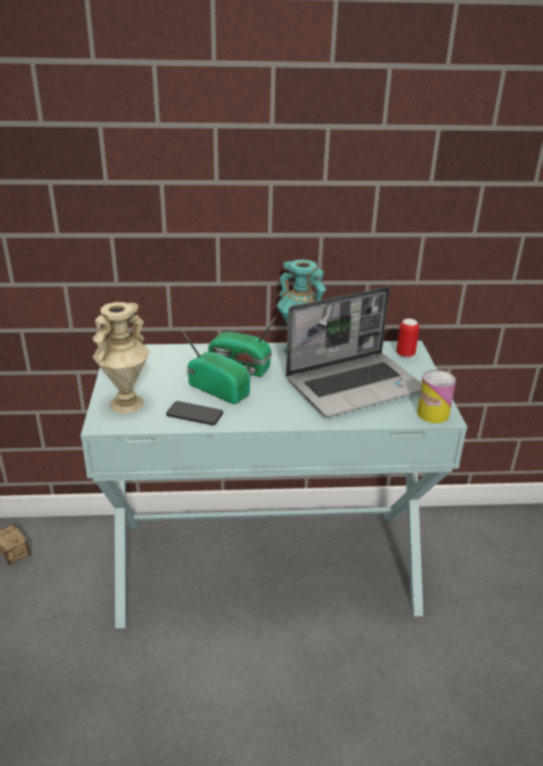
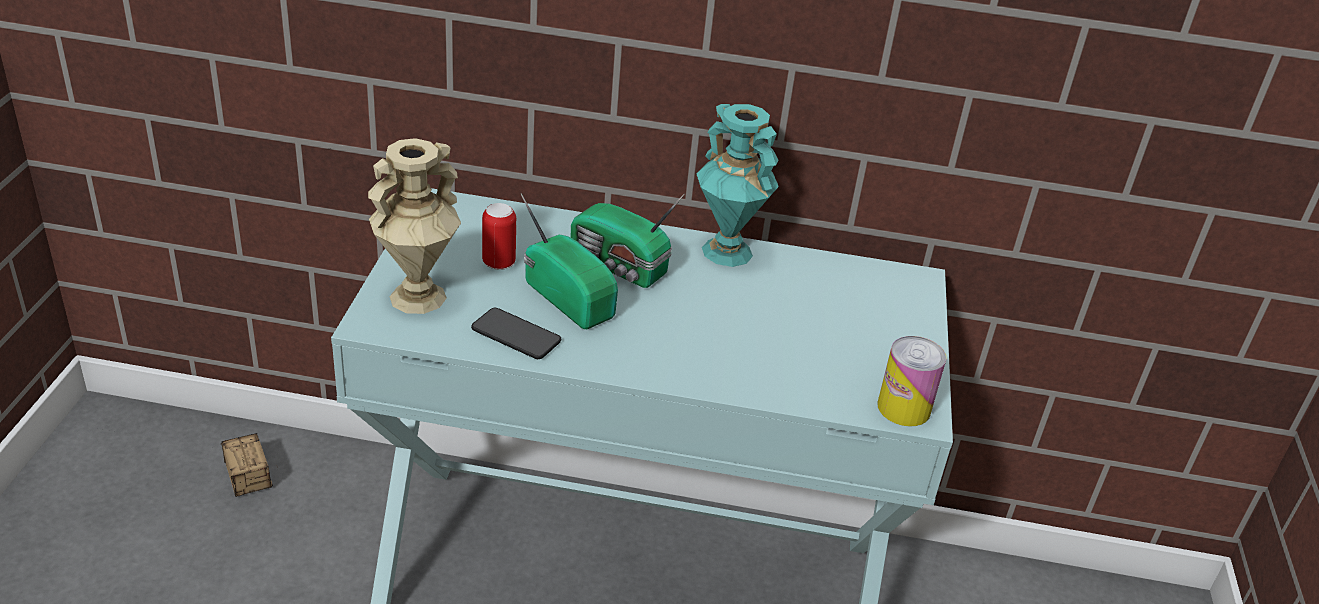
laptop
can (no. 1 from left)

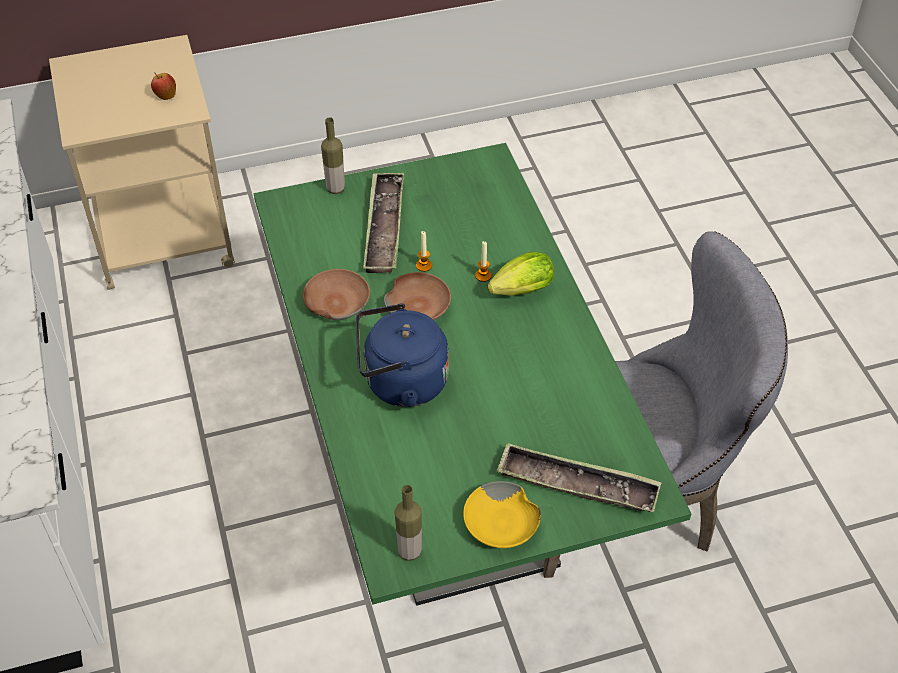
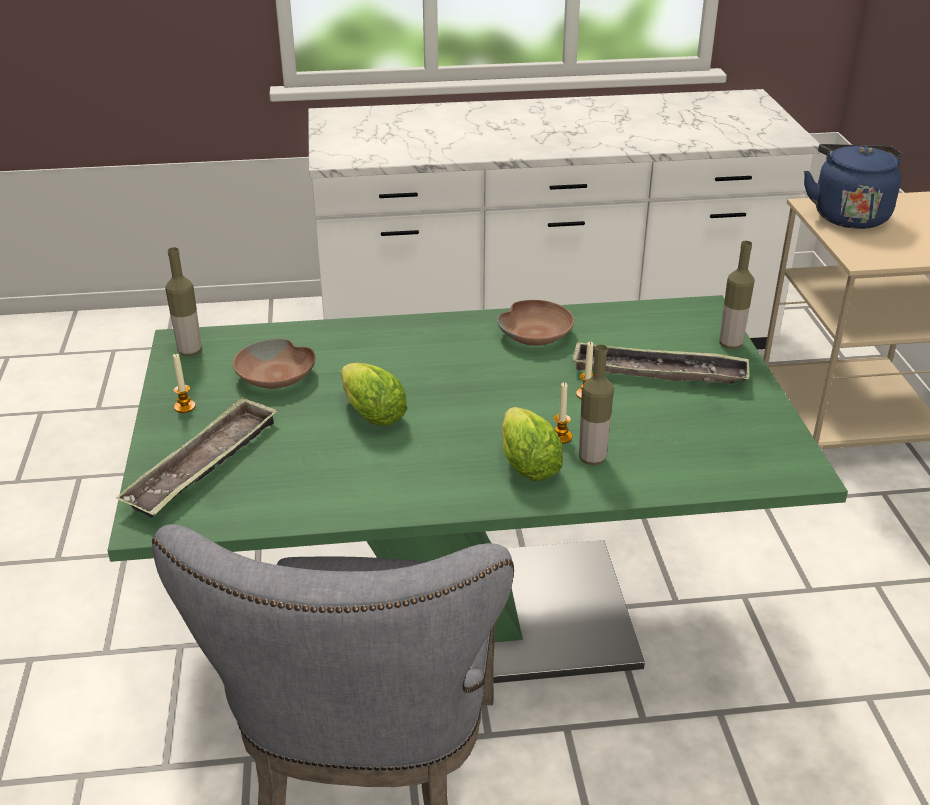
apple
lettuce (no. 1 from left)
bottle (no. 2 from left)
blue kettle
brown bowl (no. 1 from left)
candle (no. 1 from left)

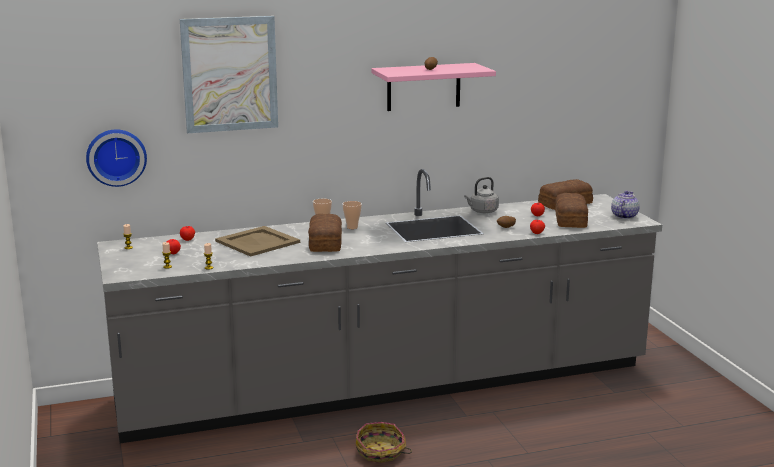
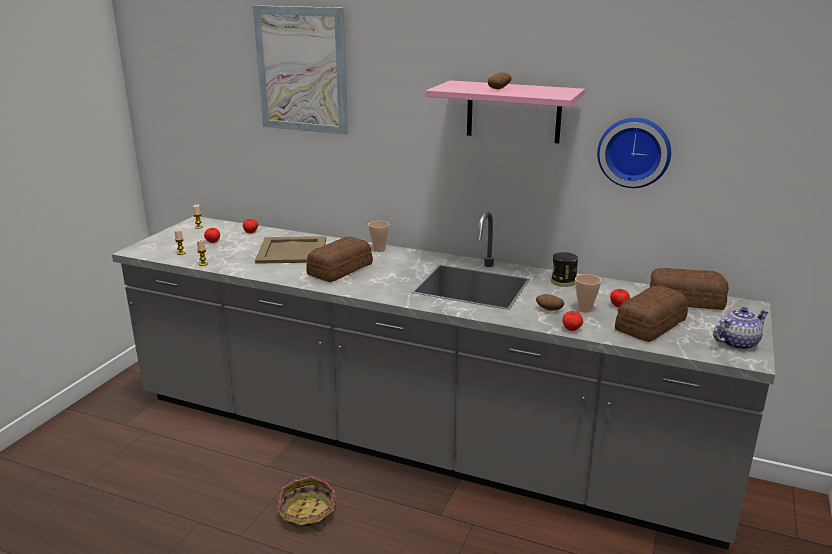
wall clock
cup (no. 2 from left)
can

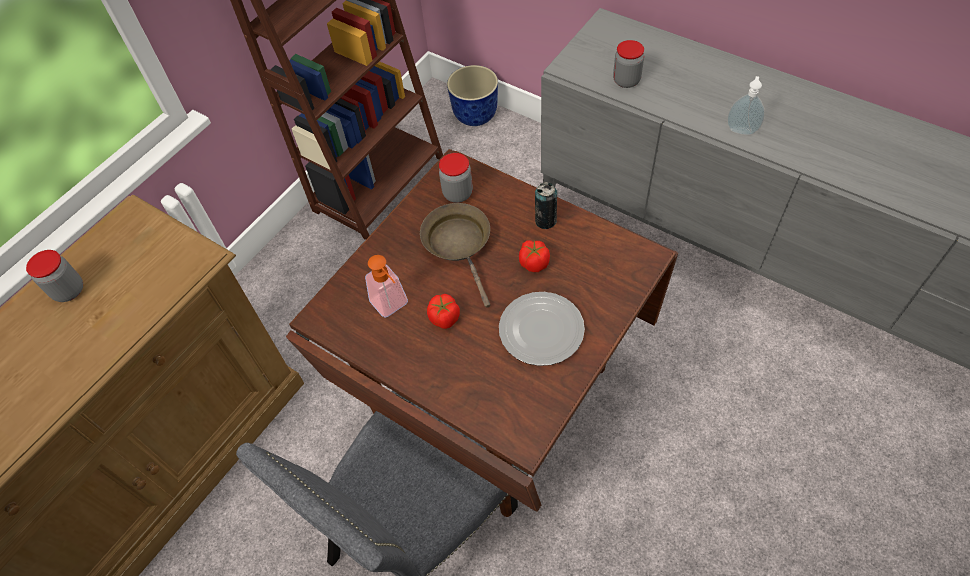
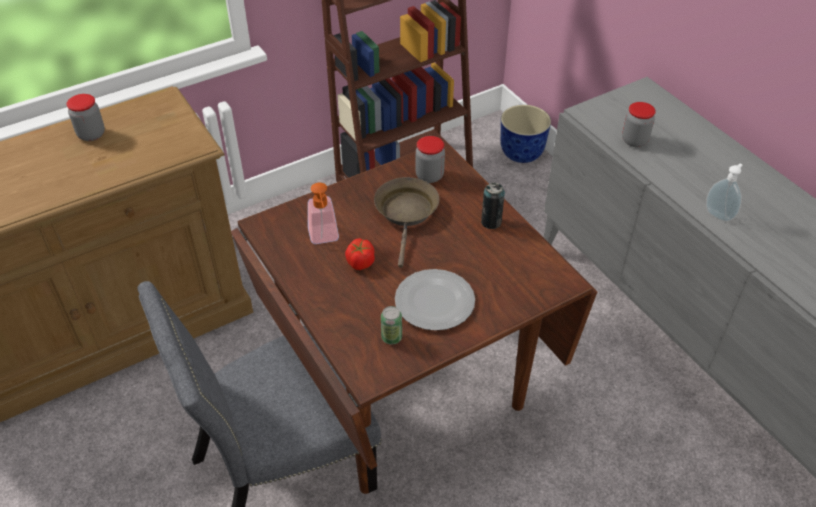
tomato (no. 2 from left in the first image)
can (no. 1 from left)

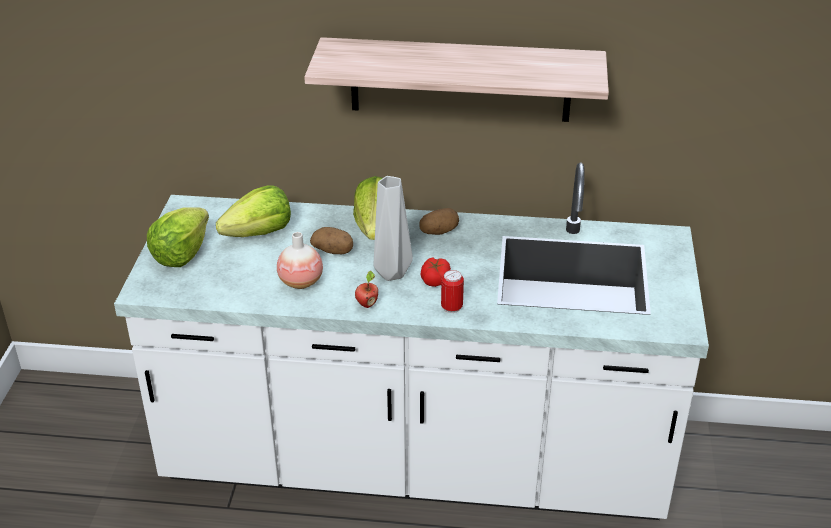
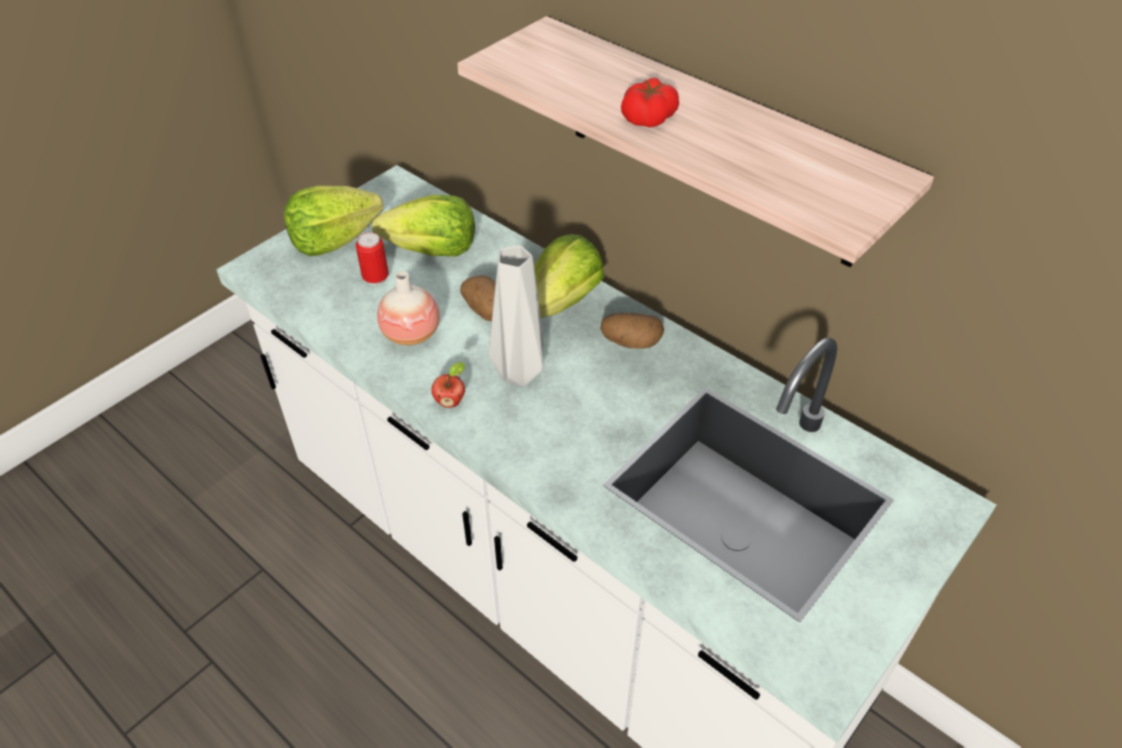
tomato
can

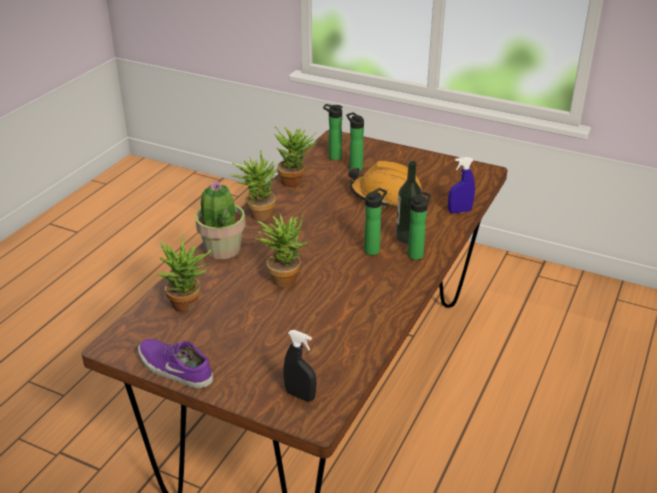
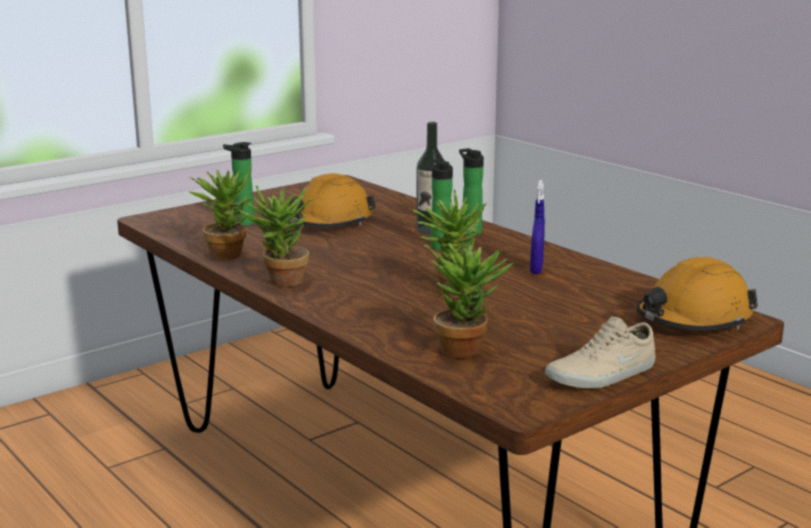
potted plant (no. 2 from left in the first image)
bottle (no. 1 from left in the first image)
blue spray bottle
orange hard hat (no. 2 from left)
beige shoe

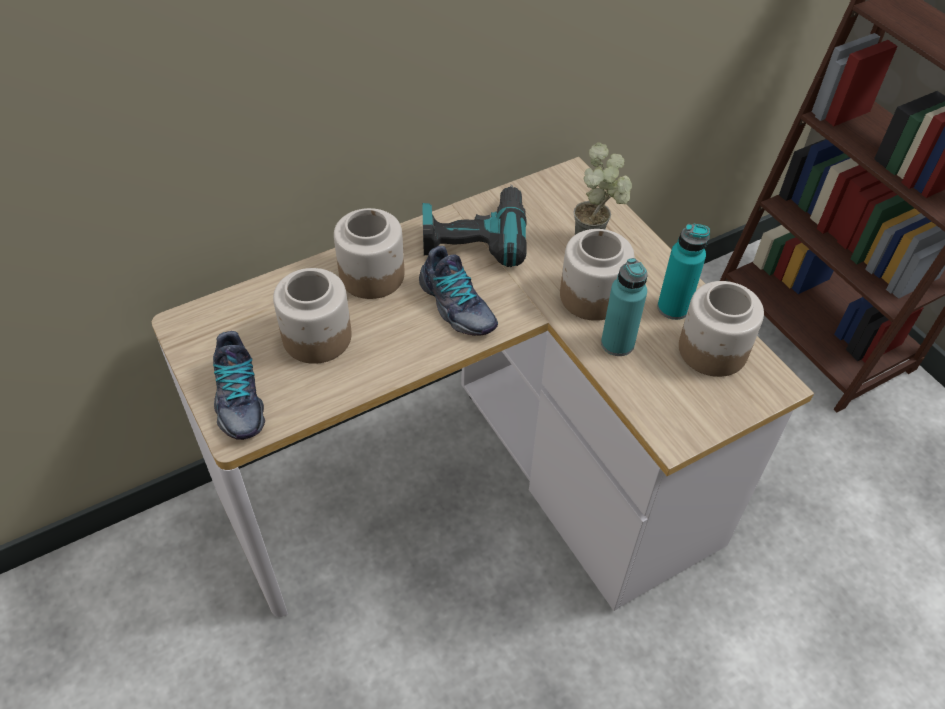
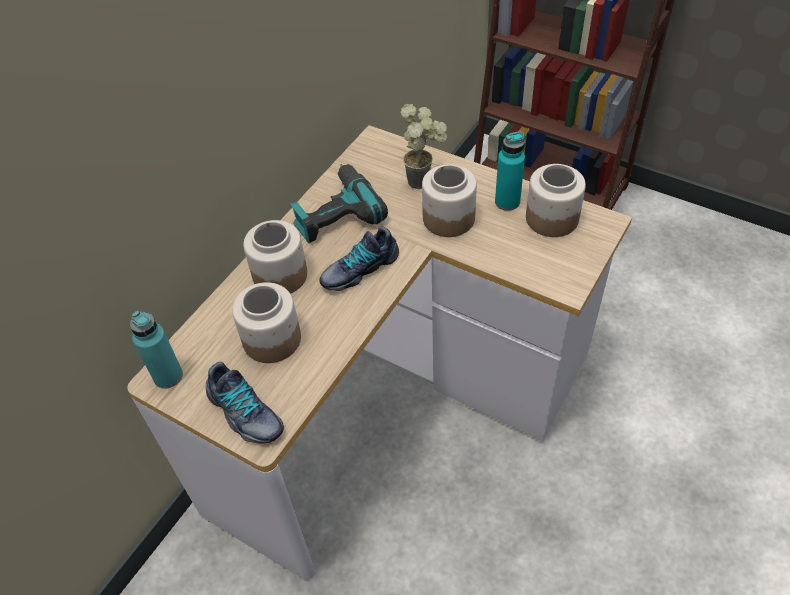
turquoise bottle (no. 1 from left)
shoe (no. 2 from left)

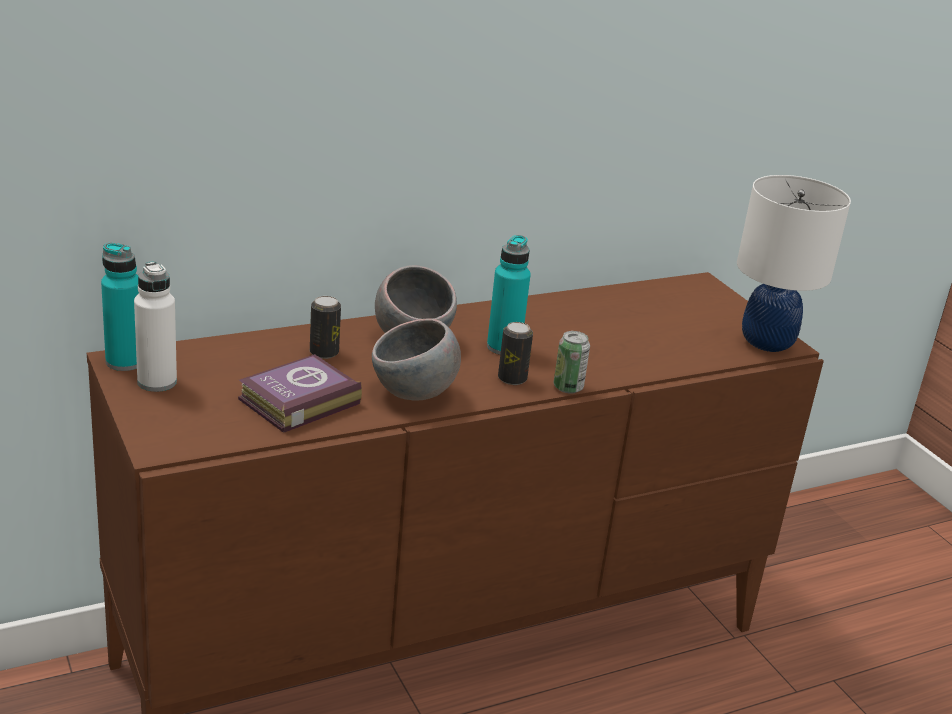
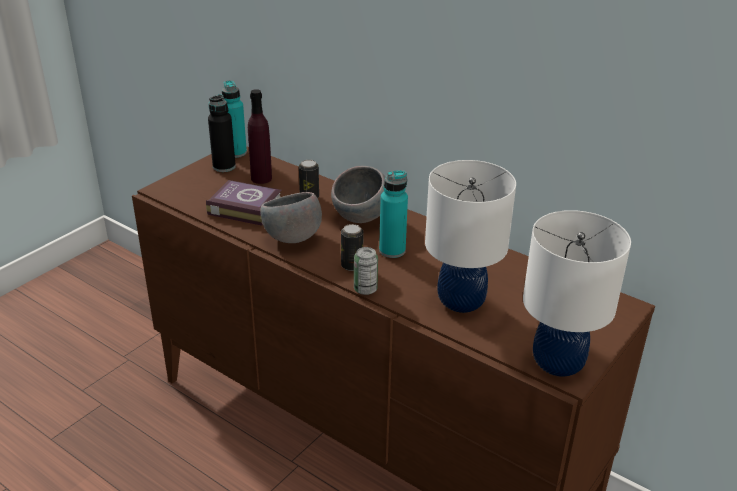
purple bottle
white table lamp (no. 1 from left)
black bottle

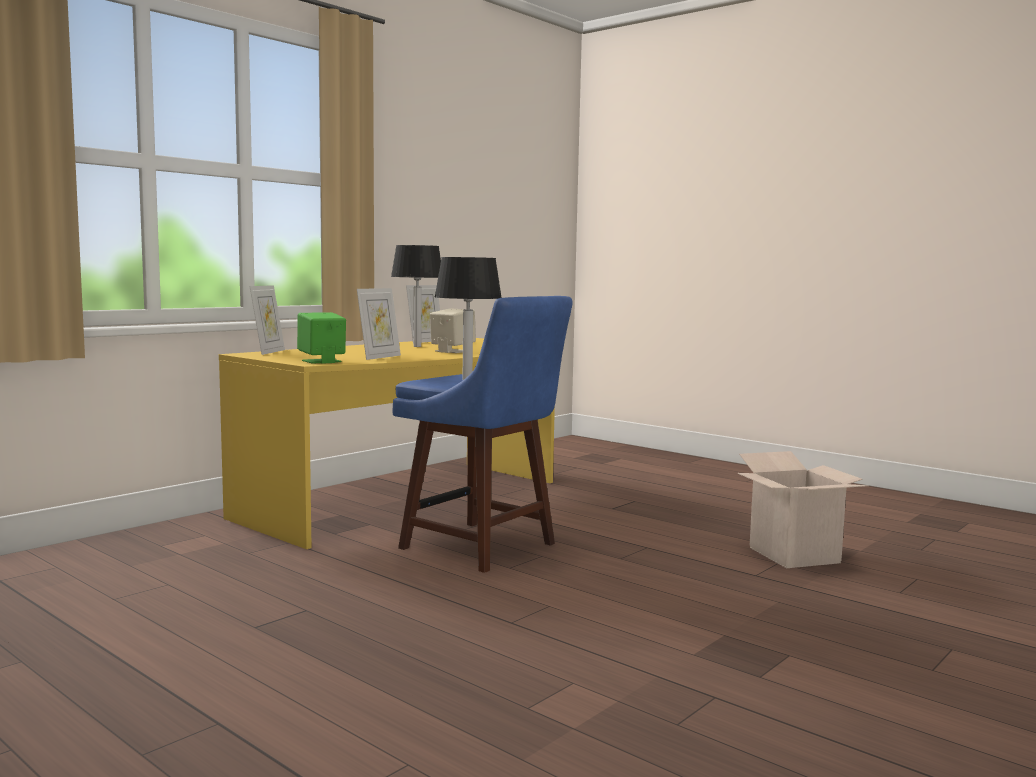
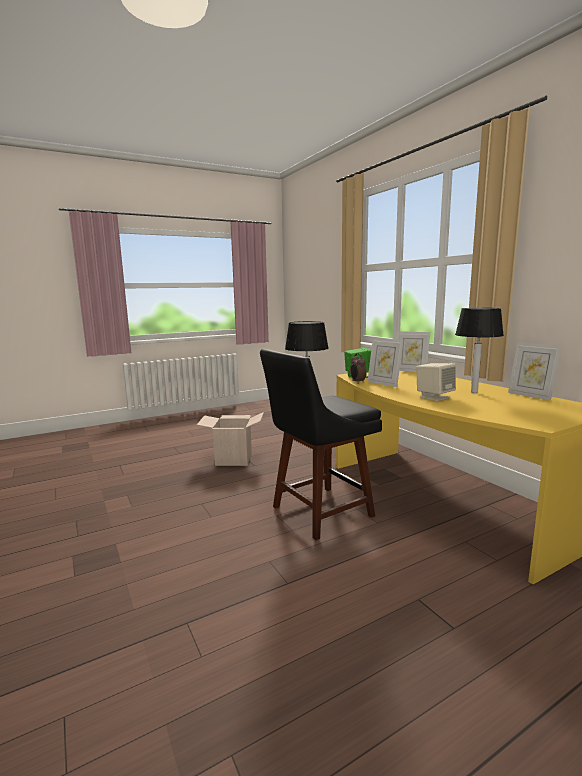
alarm clock
cardboard box
black stool

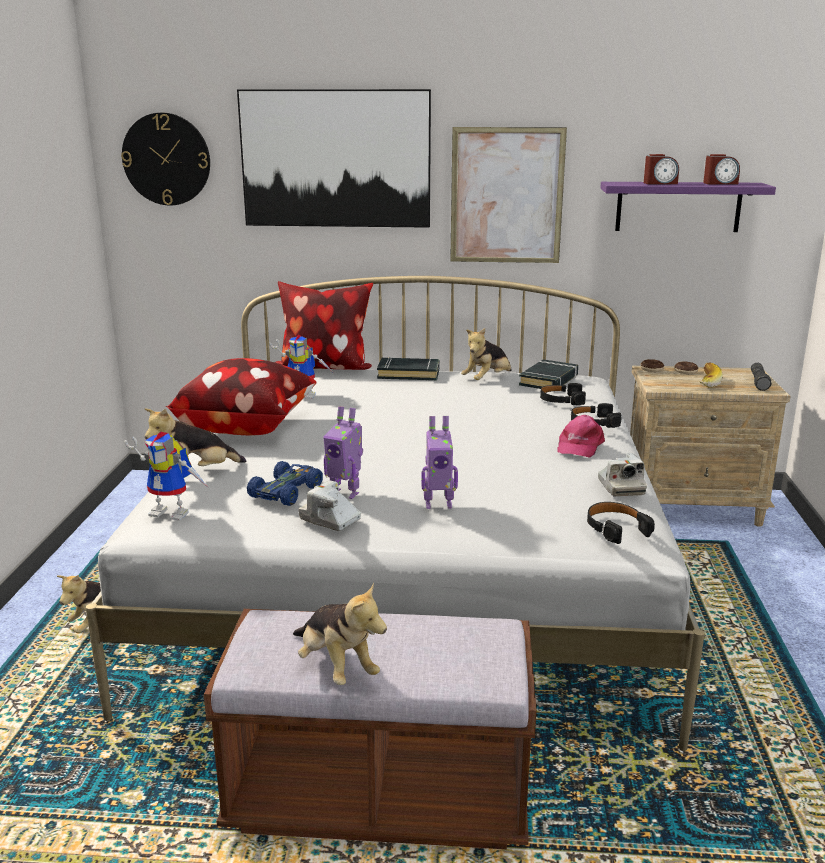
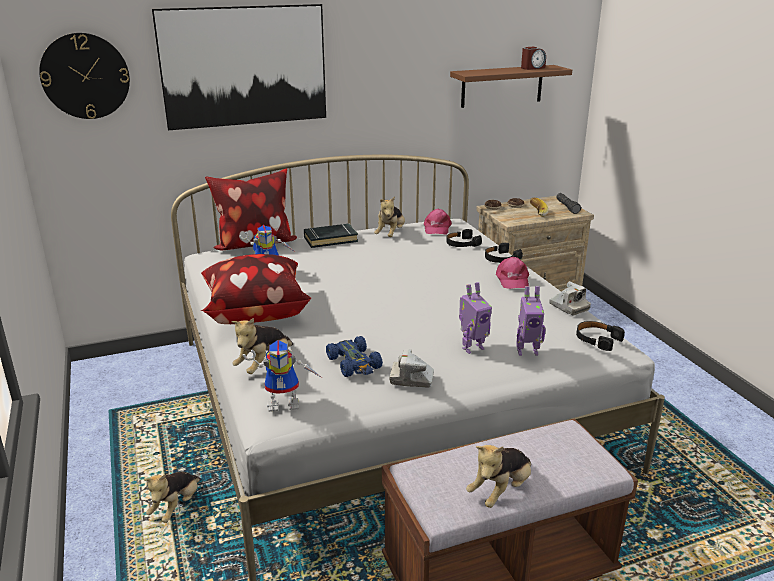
picture (no. 2 from left in the first image)
alarm clock (no. 1 from left in the first image)
toy robot (no. 4 from left)
pink cap (no. 1 from left)
brown shelf
blue toy car
plush toy (no. 4 from left)

